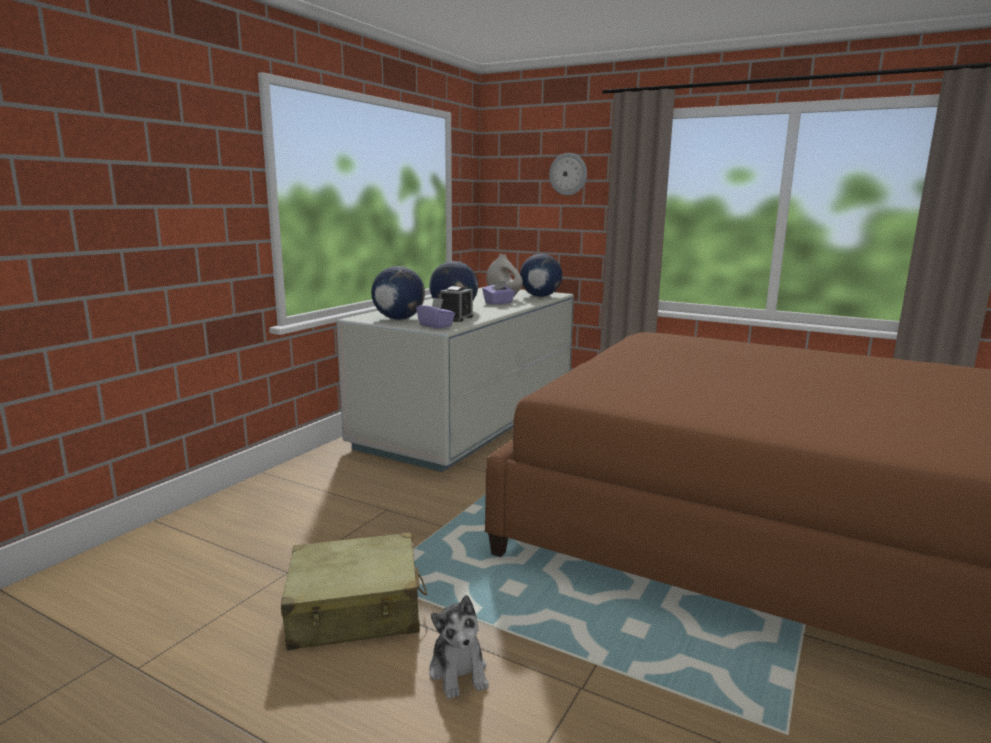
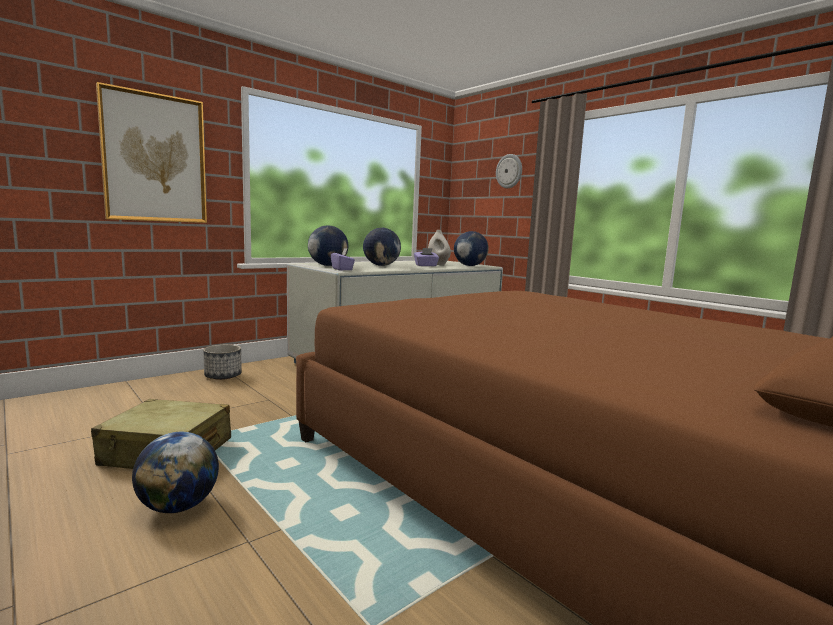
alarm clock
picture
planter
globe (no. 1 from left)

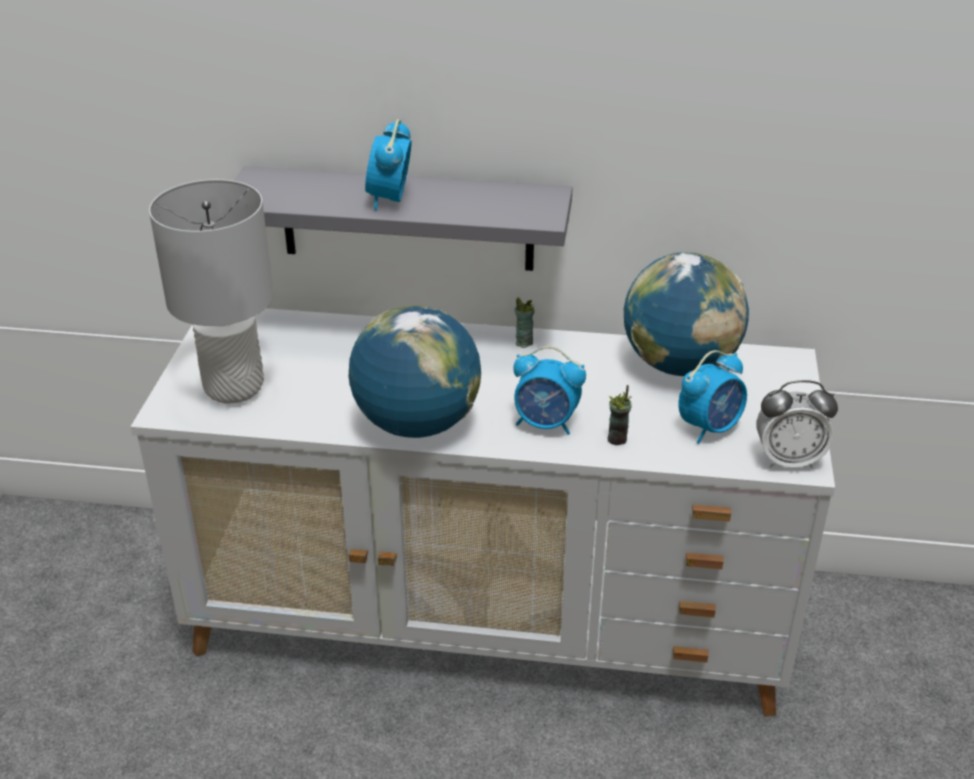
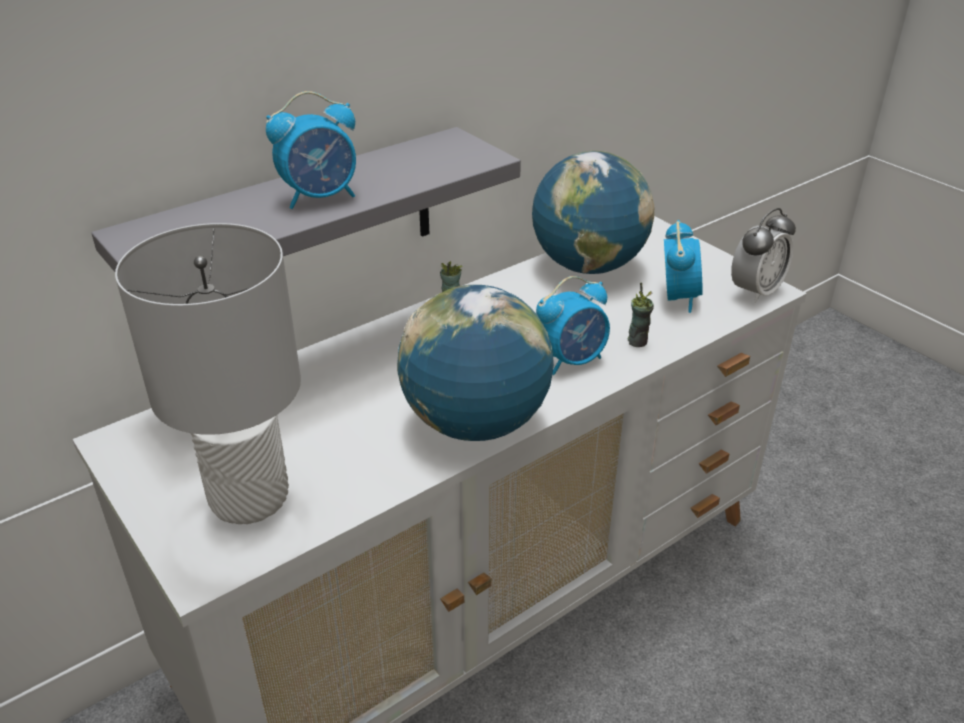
alarm clock (no. 1 from left)

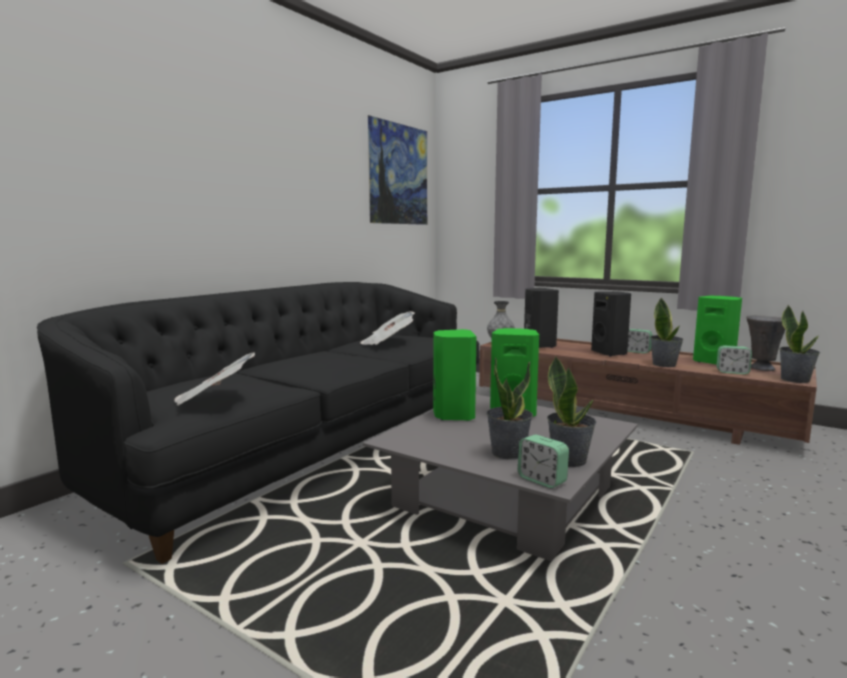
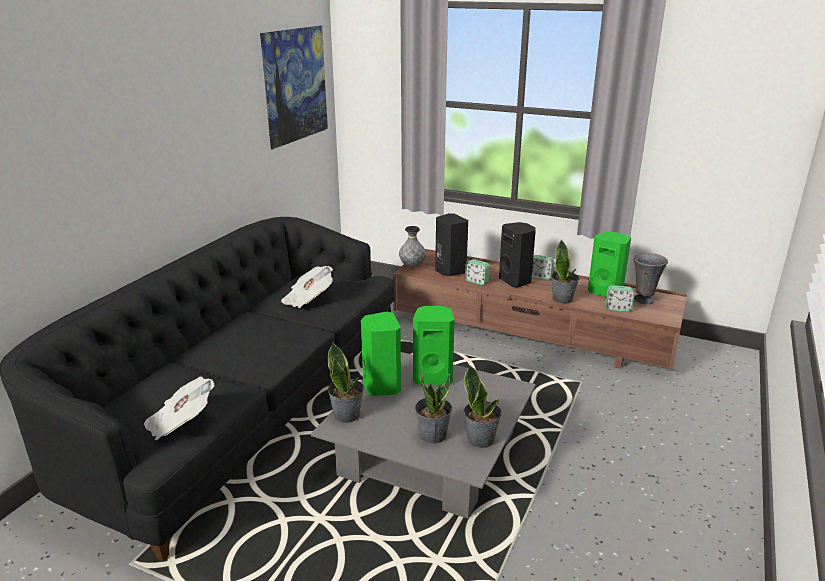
alarm clock (no. 1 from left)
potted plant (no. 1 from left)

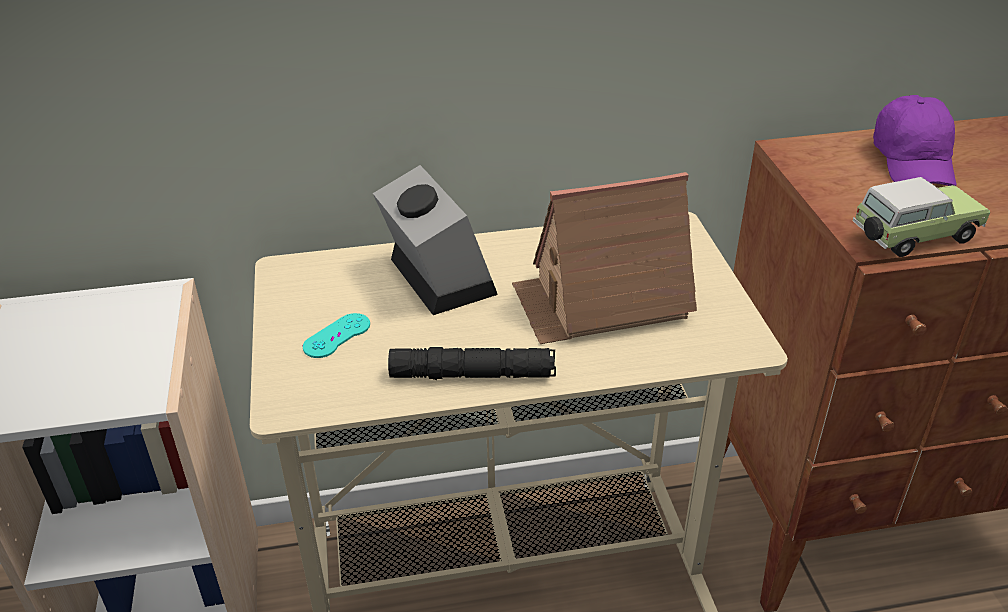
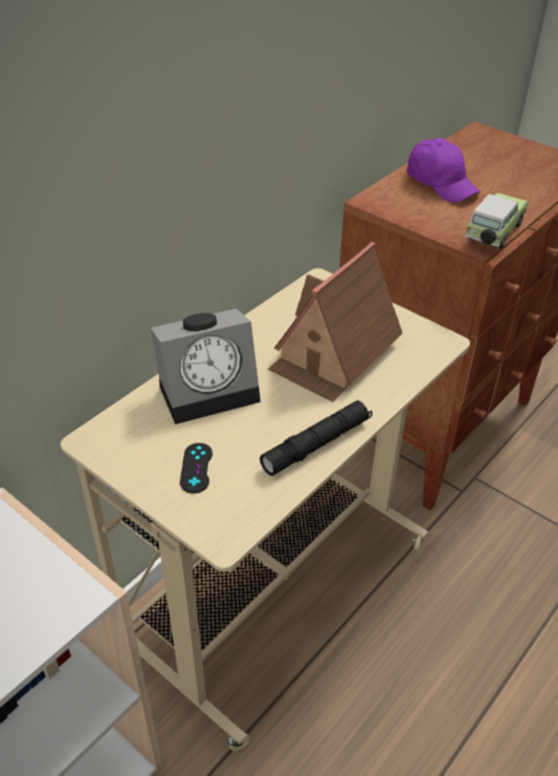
black game controller
alarm clock

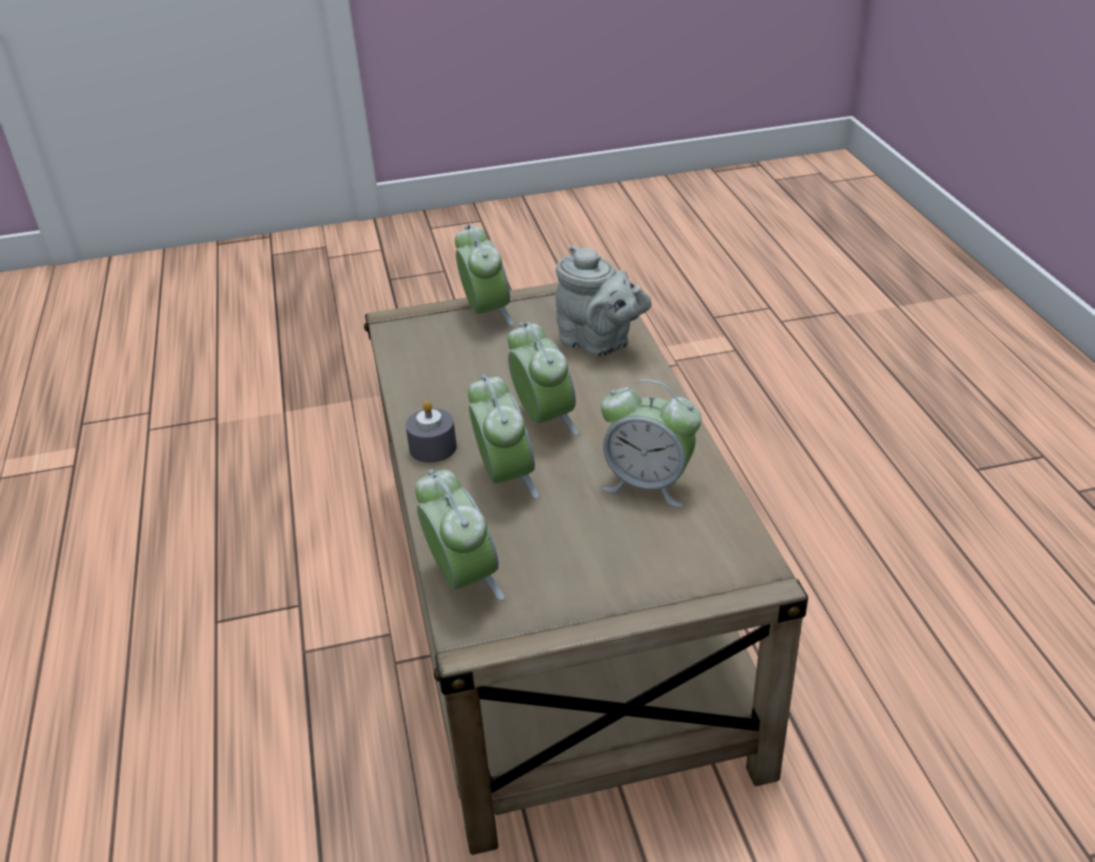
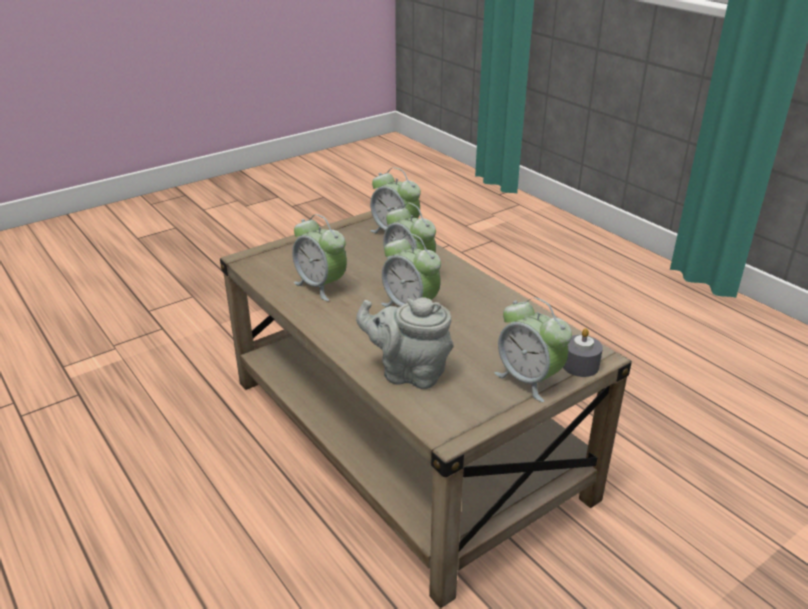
grey candle
alarm clock (no. 1 from left)

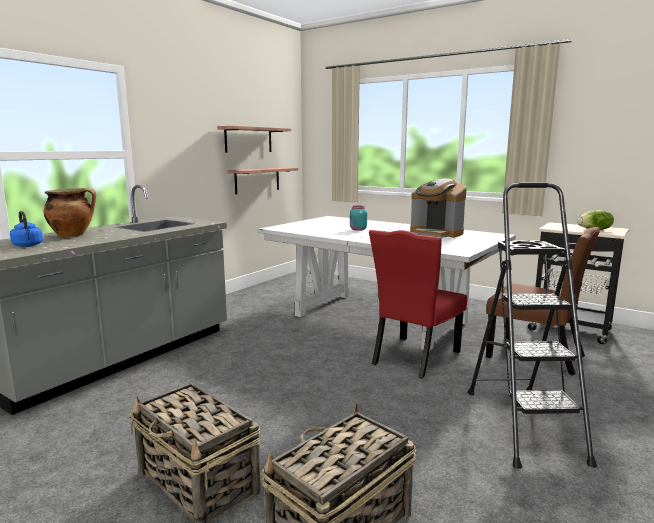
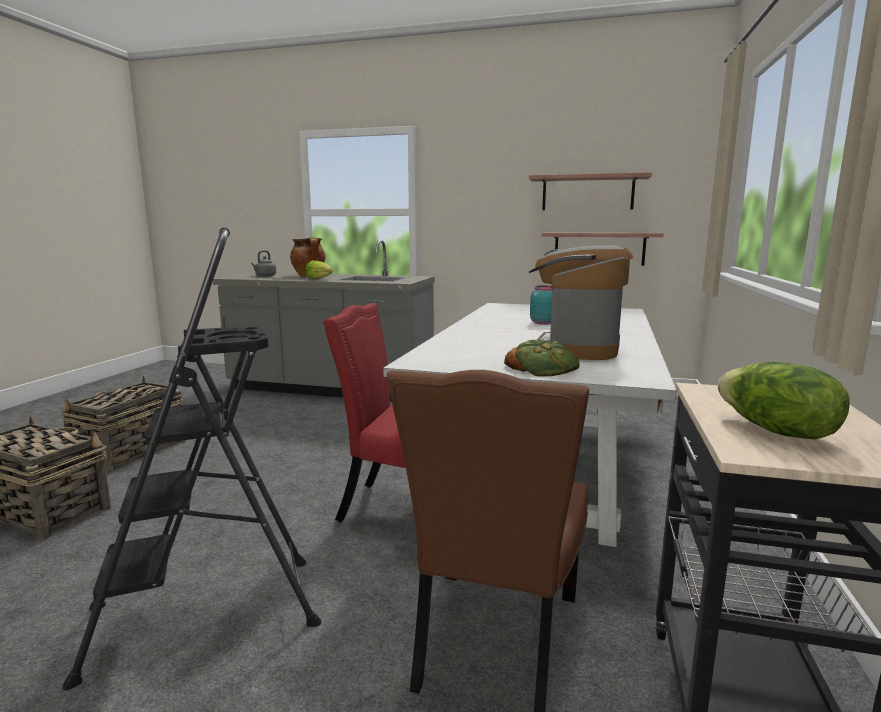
lettuce (no. 1 from left)
bread
grey kettle

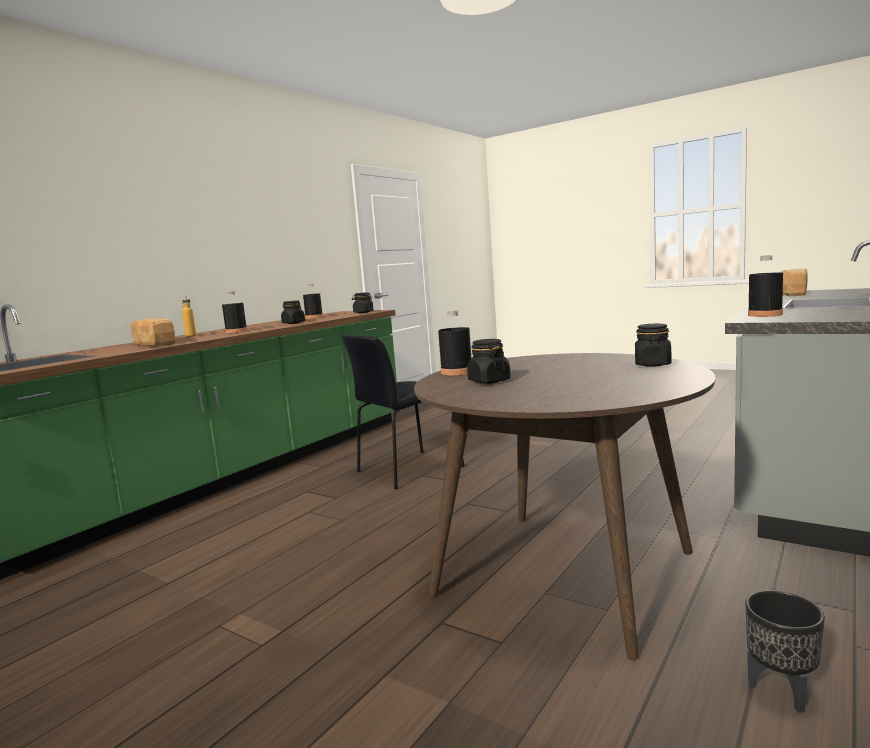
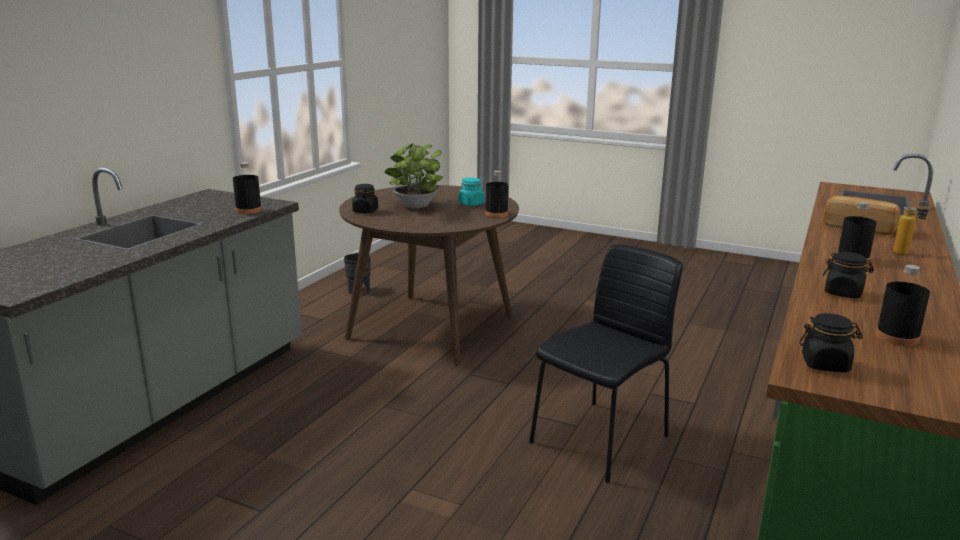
bread (no. 2 from left in the first image)
potted plant
turquoise jar

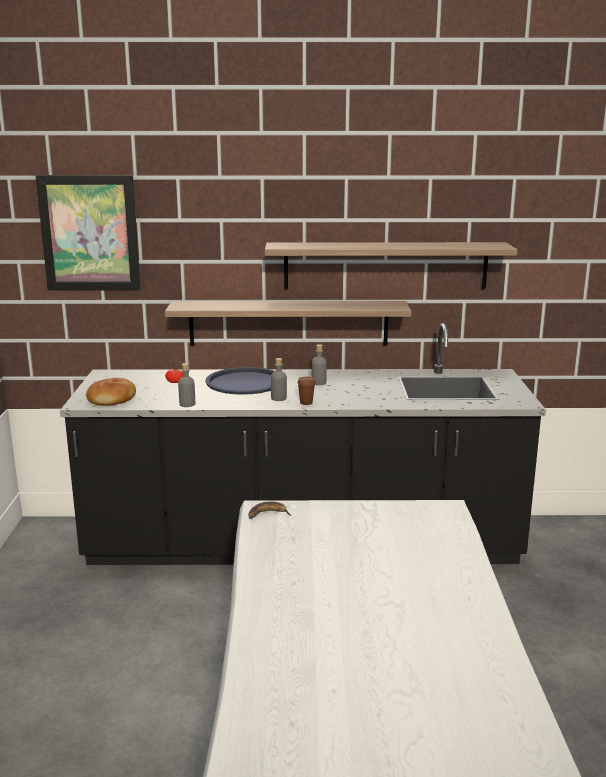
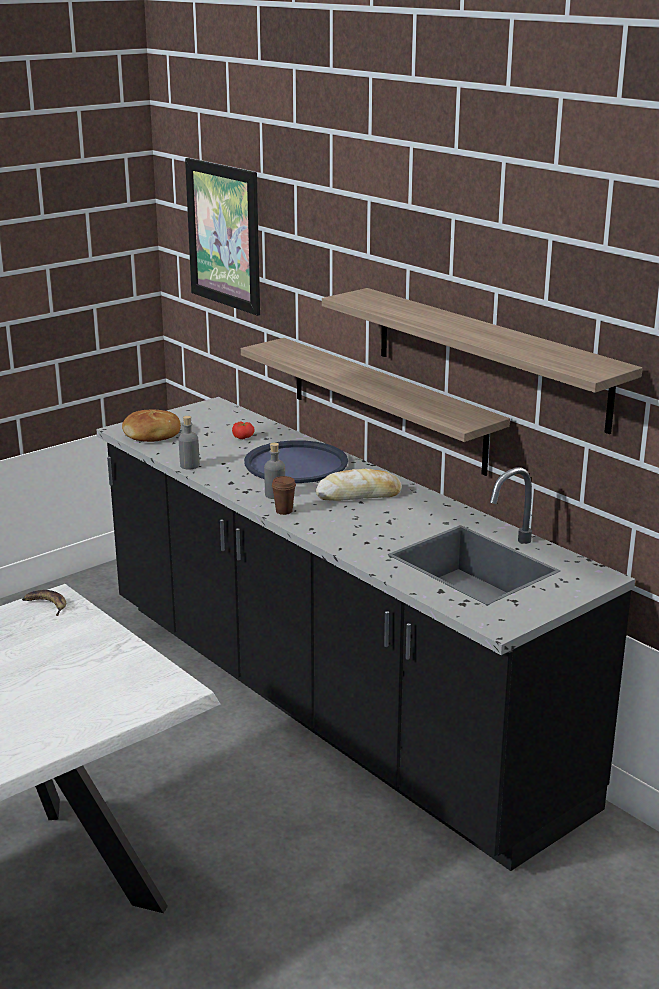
bread (no. 2 from left)

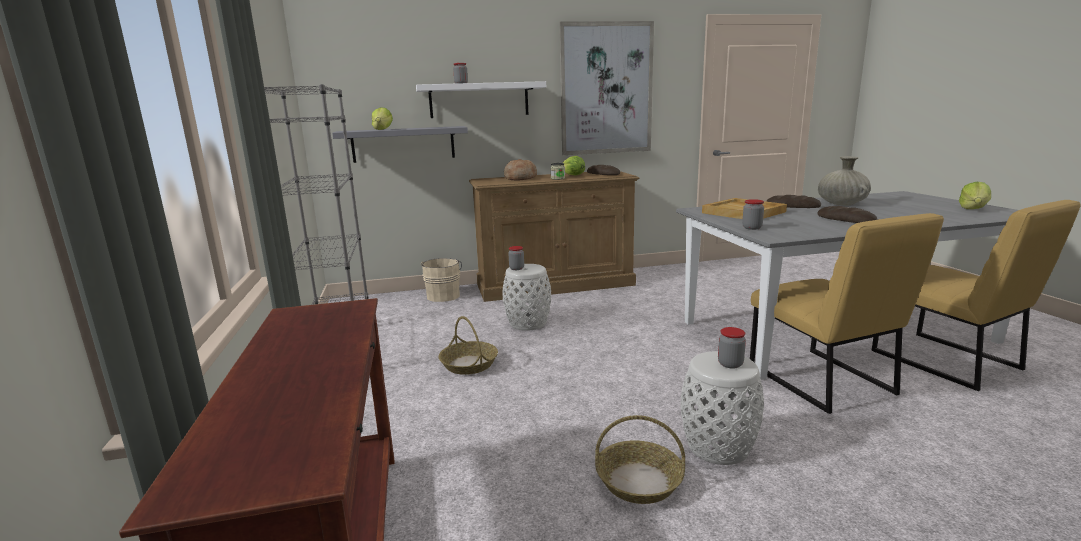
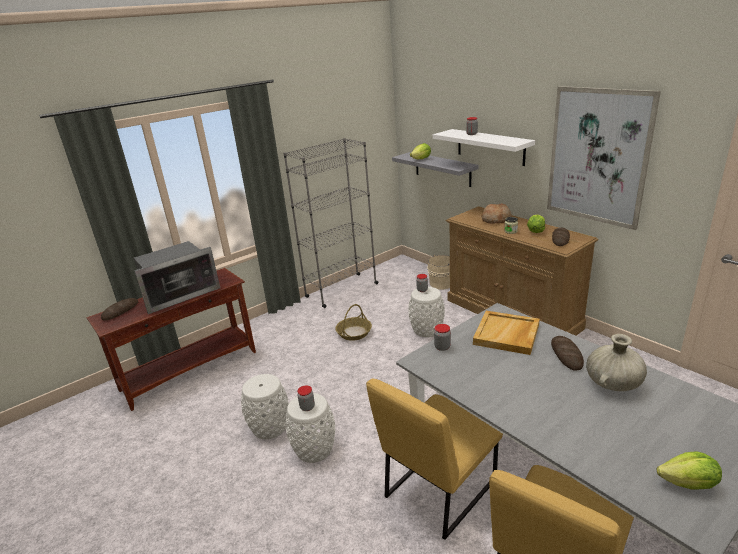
microwave
bread (no. 1 from left)
white stool (no. 1 from left)

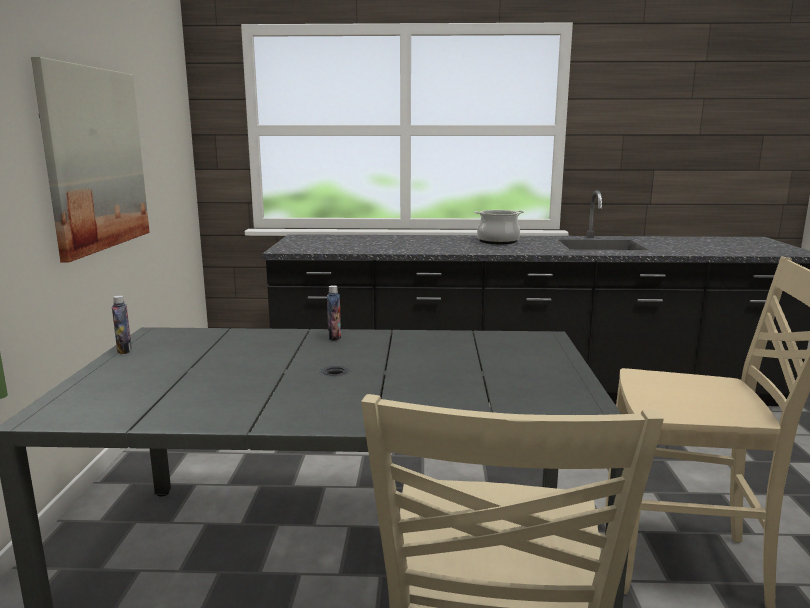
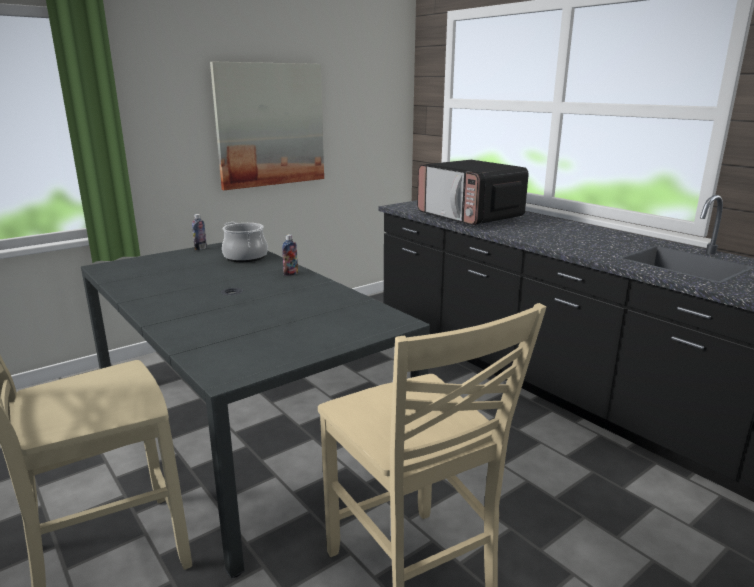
microwave
cooking pot

